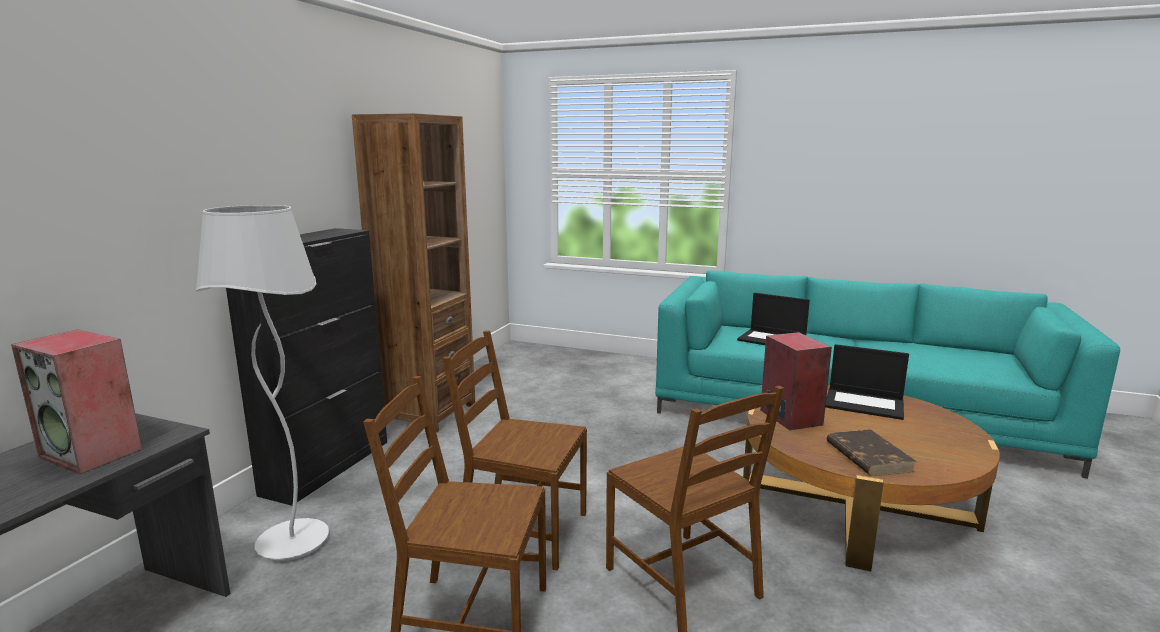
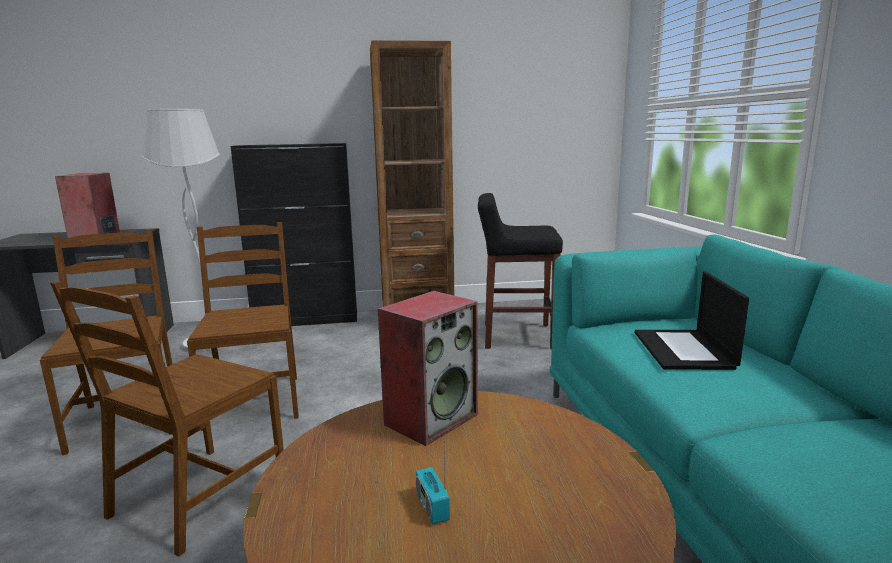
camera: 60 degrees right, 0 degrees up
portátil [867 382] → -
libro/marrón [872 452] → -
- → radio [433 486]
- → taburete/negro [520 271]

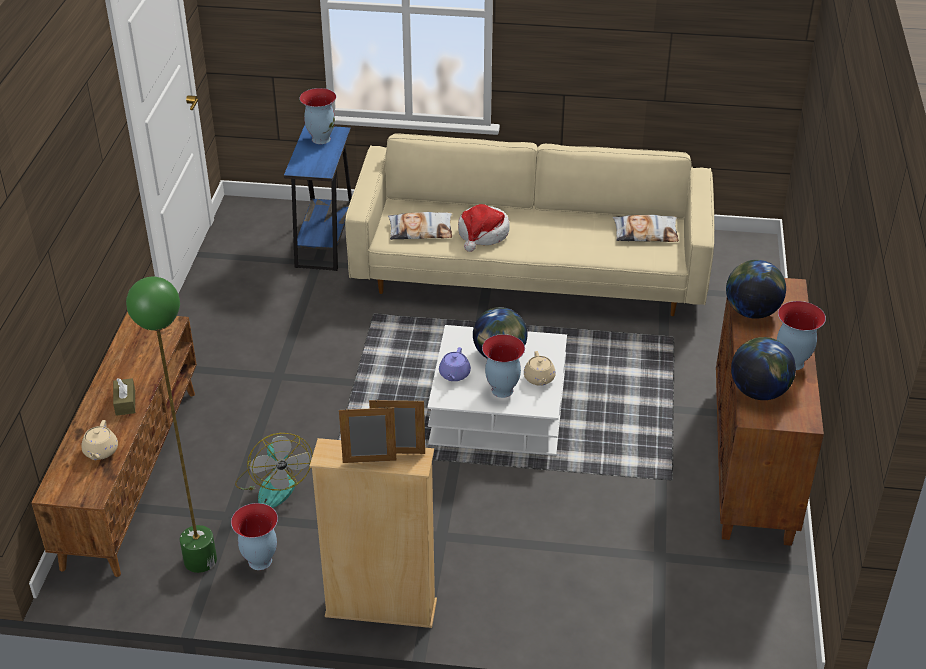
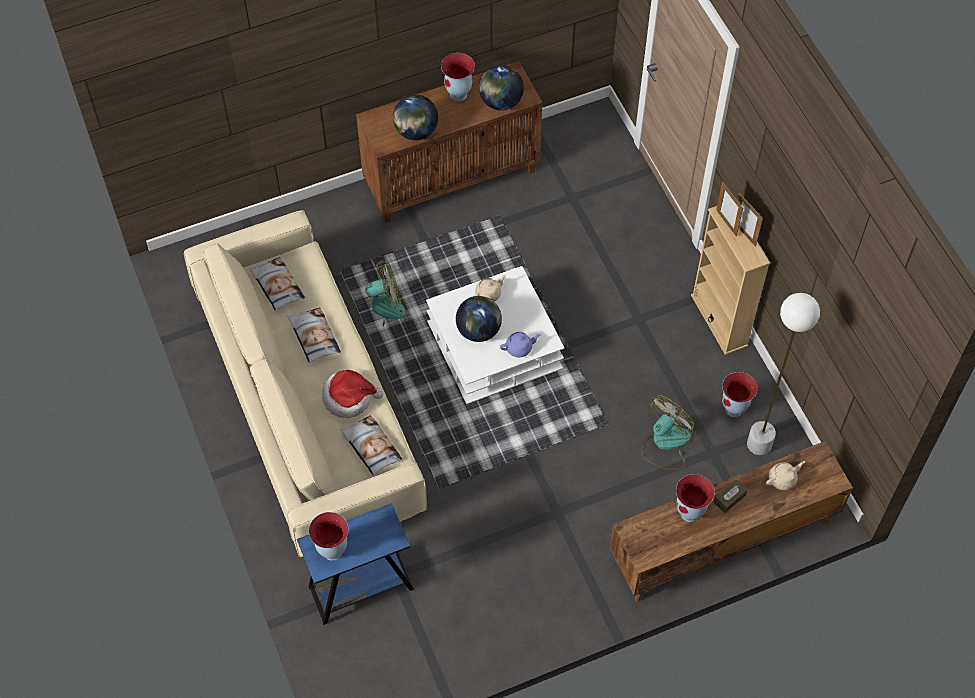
camera: 120 degrees left, 20 degrees up
lámpara de pie/verde [171 425] → lámpara de pie/blanco [783 374]
florero [503 366] → florero [695 498], move
- → cojín [314 335]
- → ventilador [380 295]

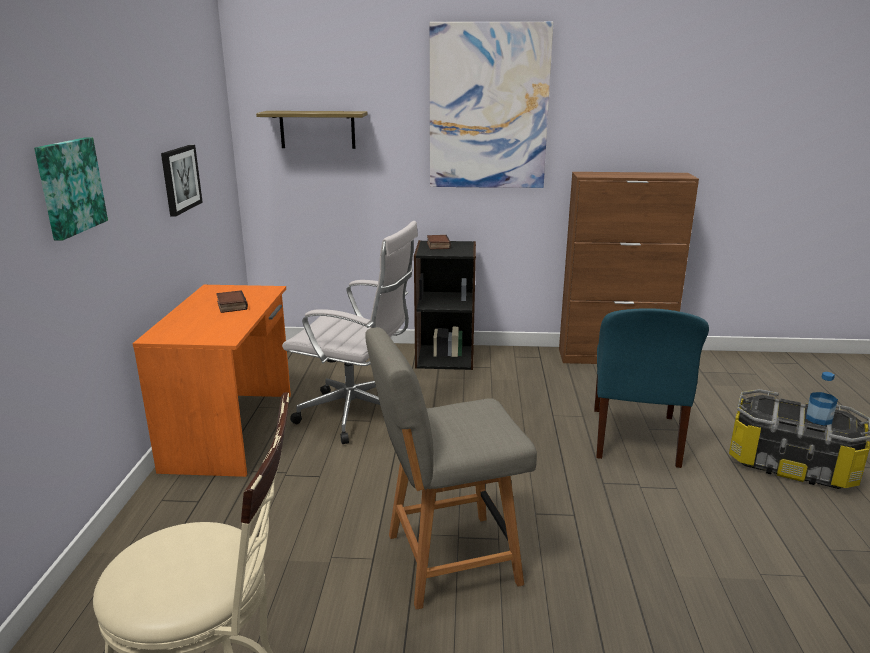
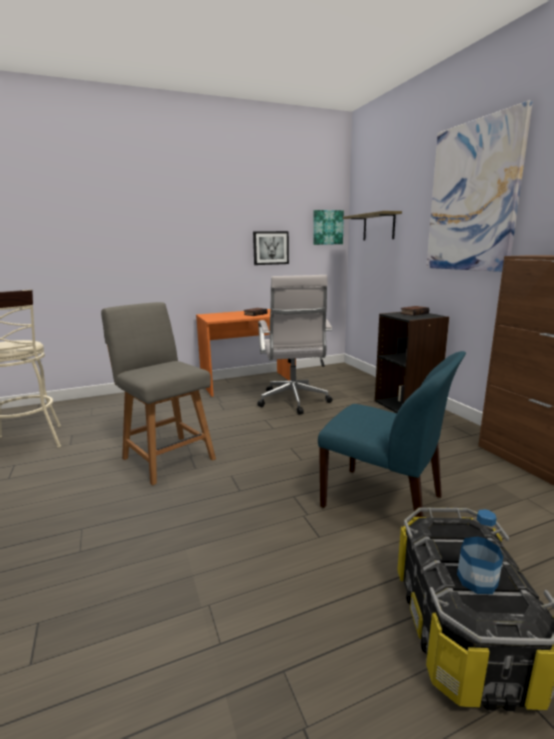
camera: 65 degrees right, 5 degrees down
cuadro [71 189] → cuadro [328 227], move
silla/azul [651 388] → silla/azul [392 434], 135 degrees counterclockwise

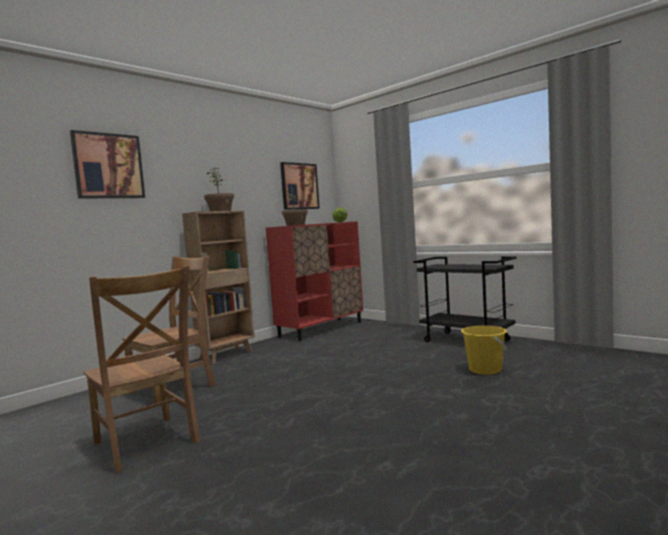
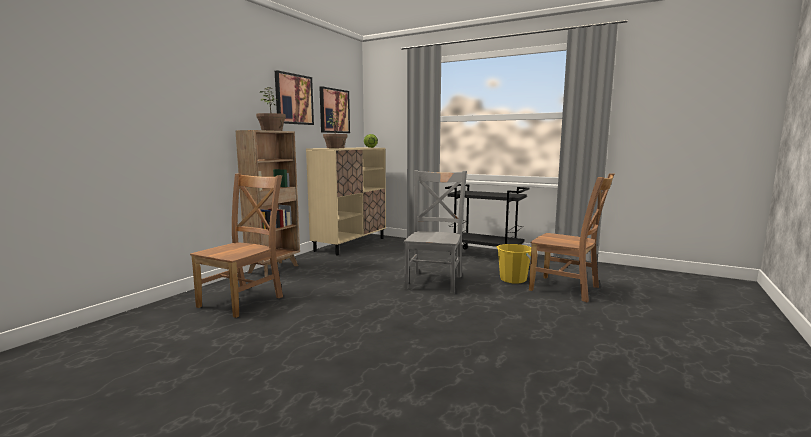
camera: 15 degrees left, 5 degrees up
cuadro [107 164] → cuadro [294 97], move
silla/marrón [142 369] → silla/marrón [571 237], move
armario/rojo [314 281] → armario/beis [346 202]
- → silla/gris [435 231]

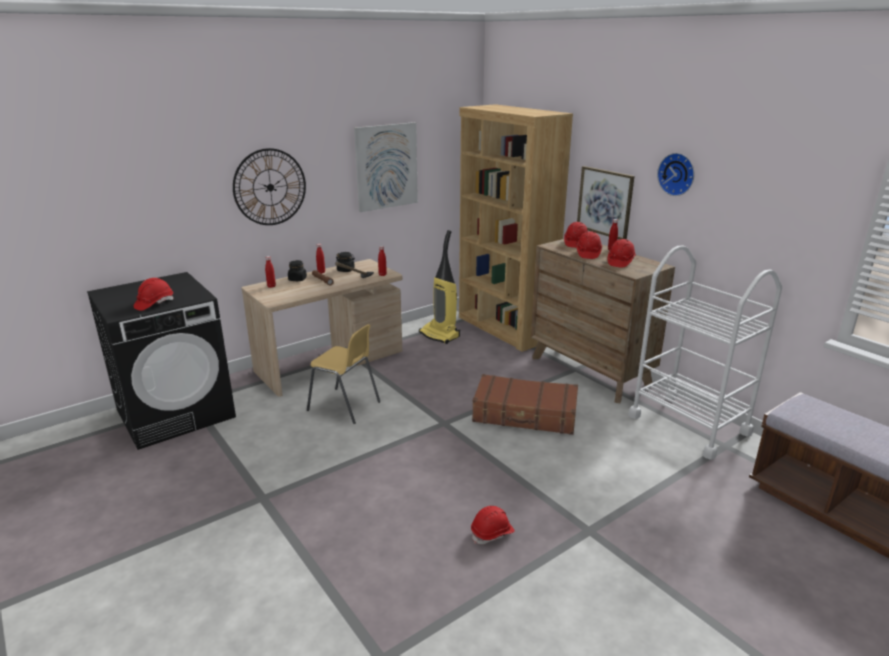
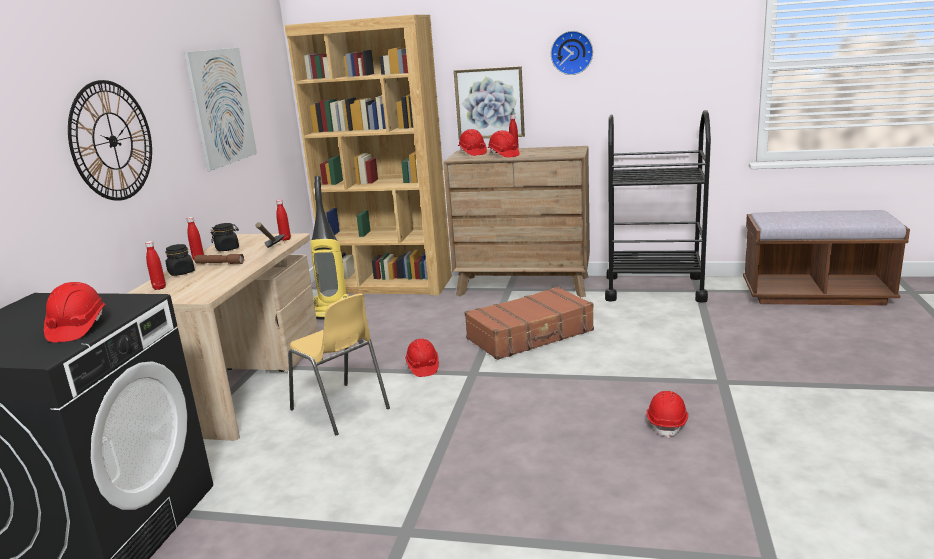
camera: 40 degrees left, 5 degrees down
silla/amarillo [343 374] → silla/amarillo [339 364], 60 degrees clockwise
casco/rojo [622 253] → casco/rojo [422 358], move
carrito/blanco [705 353] → carrito/negro [658 206]

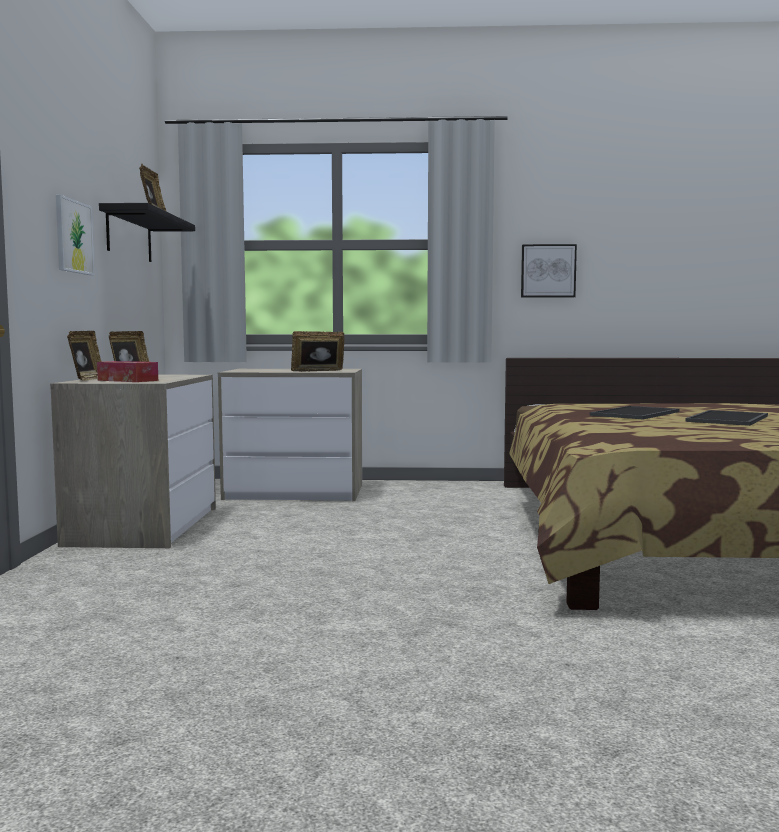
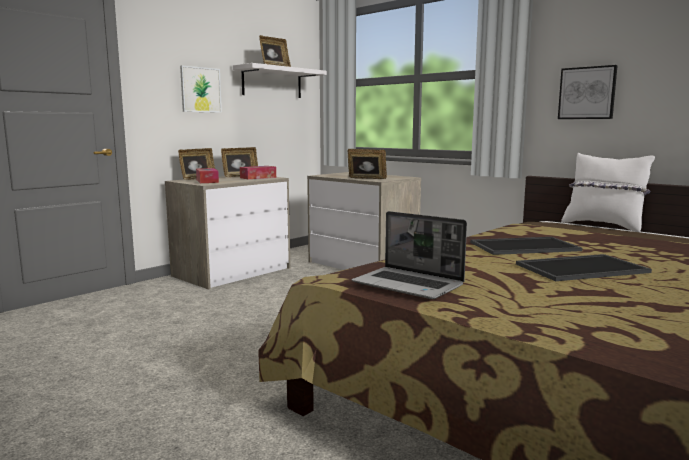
camera: 40 degrees right, 5 degrees up
estante/negro [147 232] → estante/blanco [280 80]
- → caja de pañuelos [258 172]
- → portátil [409 255]
- → cojín/blanco [608 192]

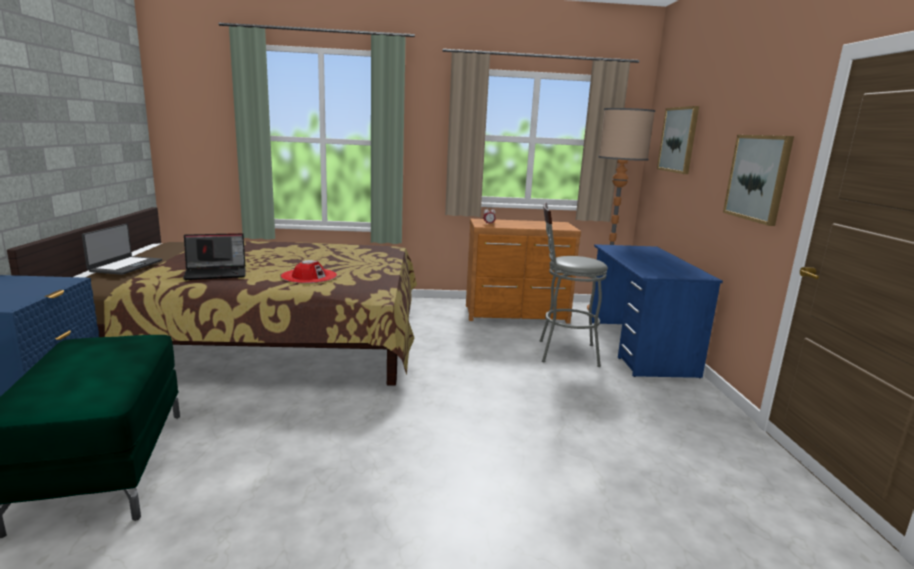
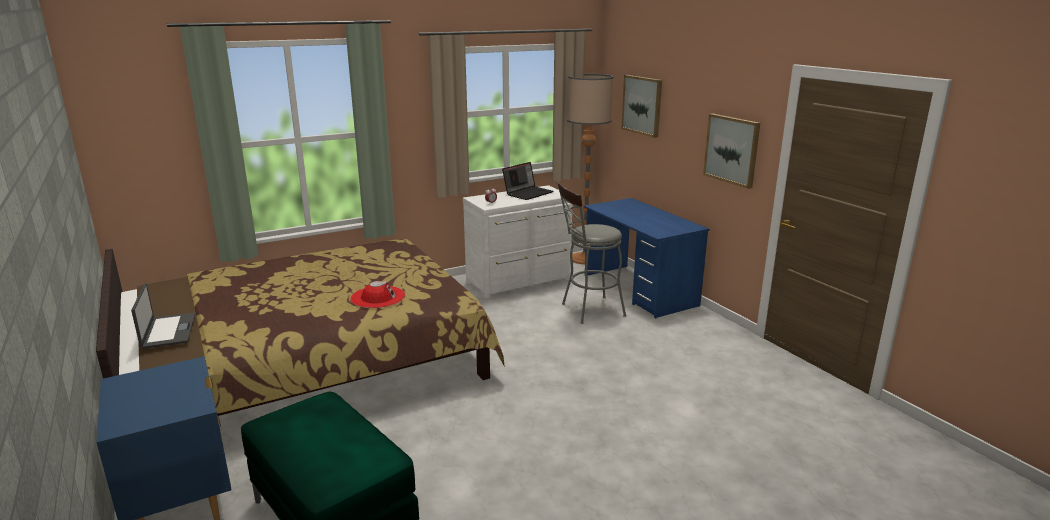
camera: 25 degrees left, 5 degrees up
portátil [214 256] → portátil [527 181], move
cómoda/marrón [523 271] → cómoda/blanco [517 241]

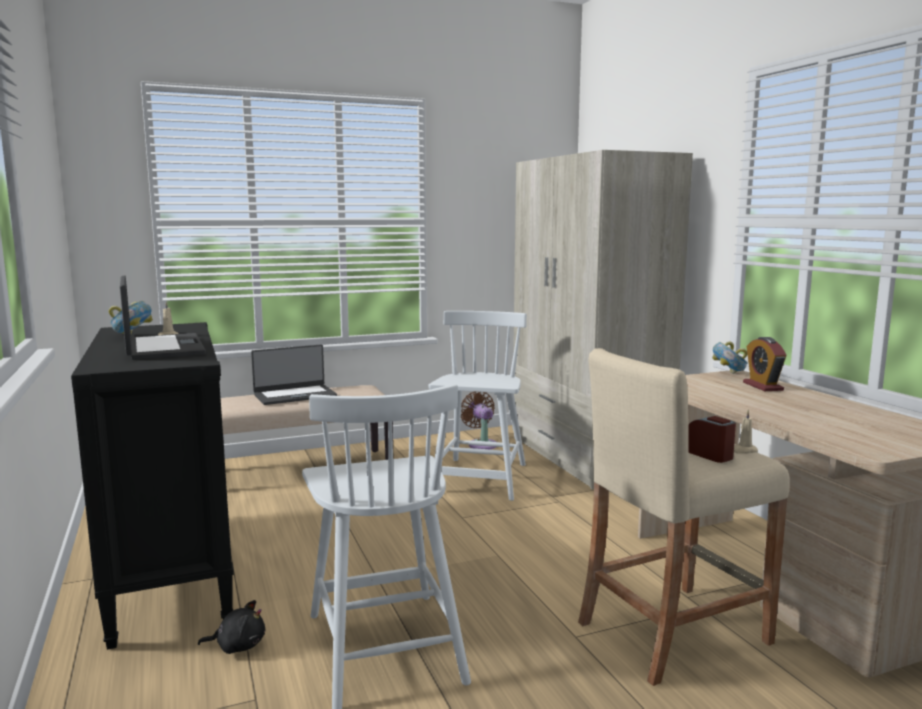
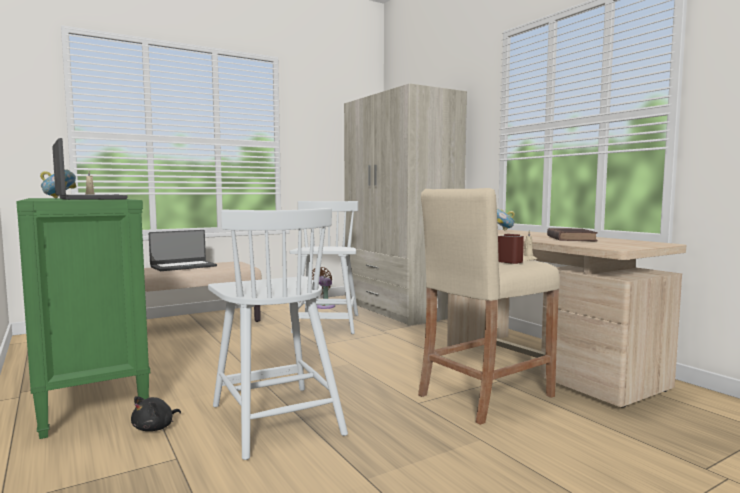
camera: 10 degrees left, 5 degrees down
cómoda/negro [152 486] → cómoda/verde [83 318]
peluche/negro [231 627] → peluche/negro [156 413], 135 degrees clockwise
despertador [765 364] → -
- → libro/marrón [572 234]

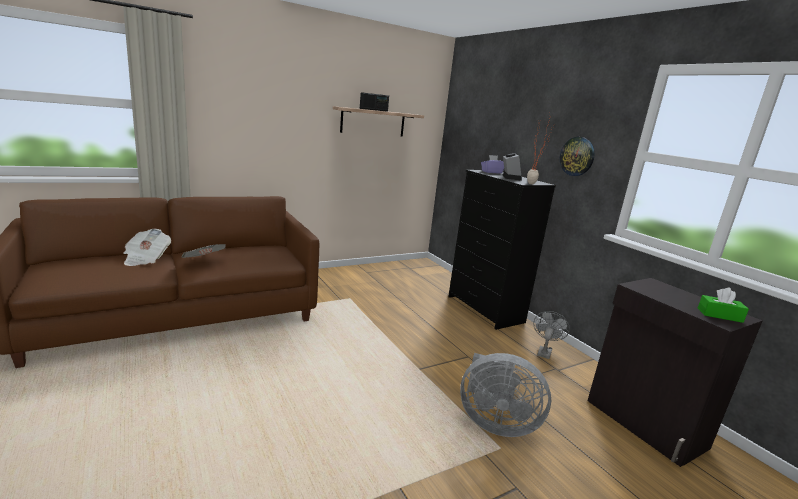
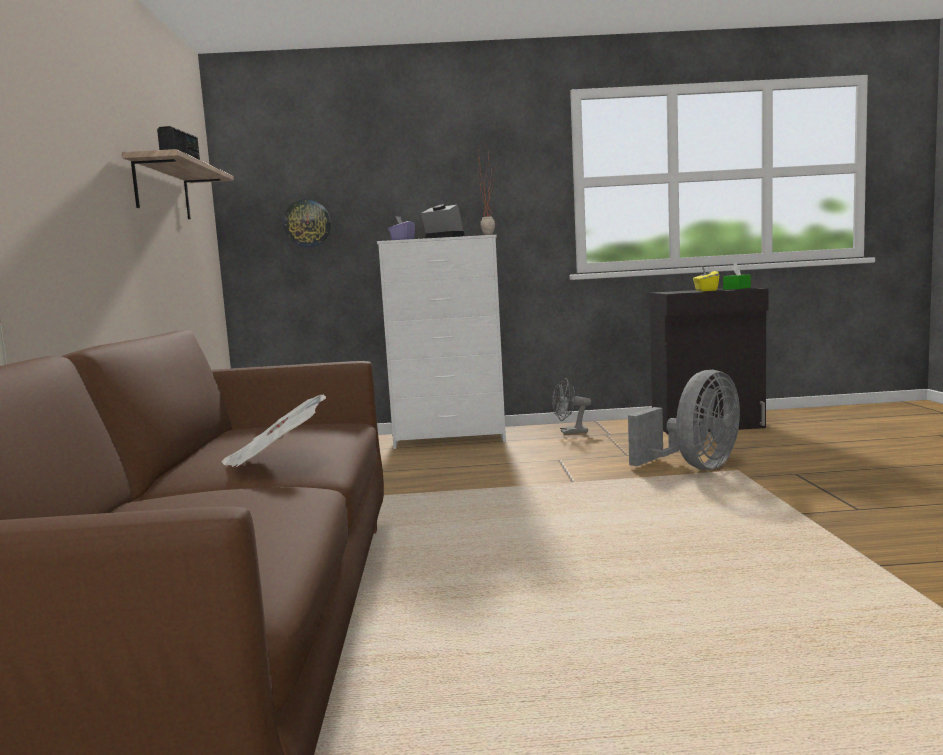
camera: 60 degrees left, 10 degrees down
periódico [147 247] → -
cómoda/negro [502 250] → cómoda/blanco [441 342]
ventilador/gris [551 335] → ventilador/gris [571 406], 60 degrees counterclockwise
reloj de pared [577 156] → reloj de pared [307 223], move
- → caja de pañuelos/amarillo [706 278]

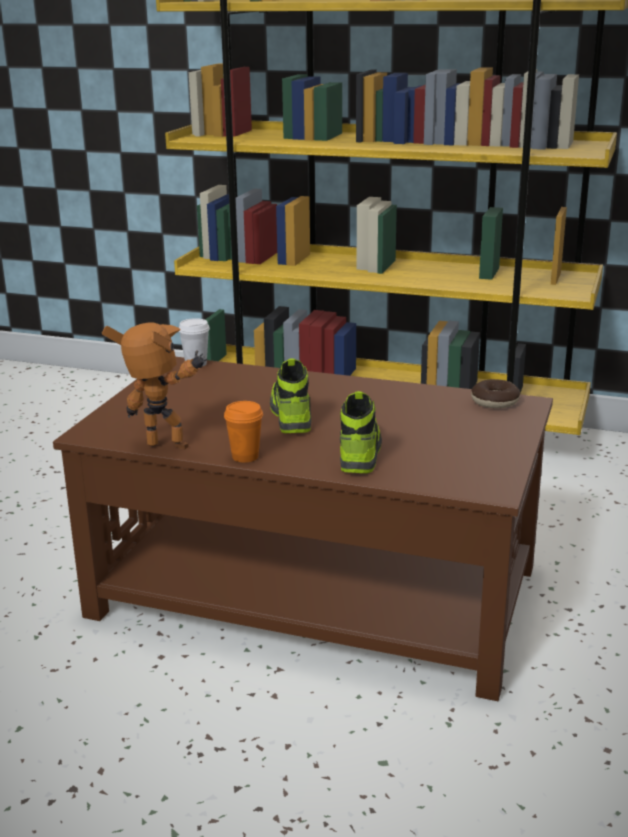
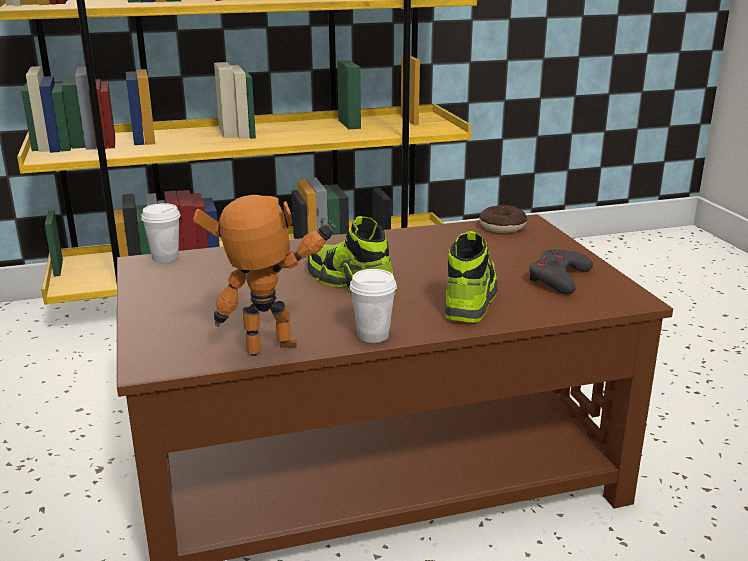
camera: 35 degrees left, 0 degrees up
taza/naranja [243 432] → taza/blanco [373 306]
zapato [361 432] → zapato [471 277], 45 degrees clockwise
- → mando de consola/gris [561 271]

